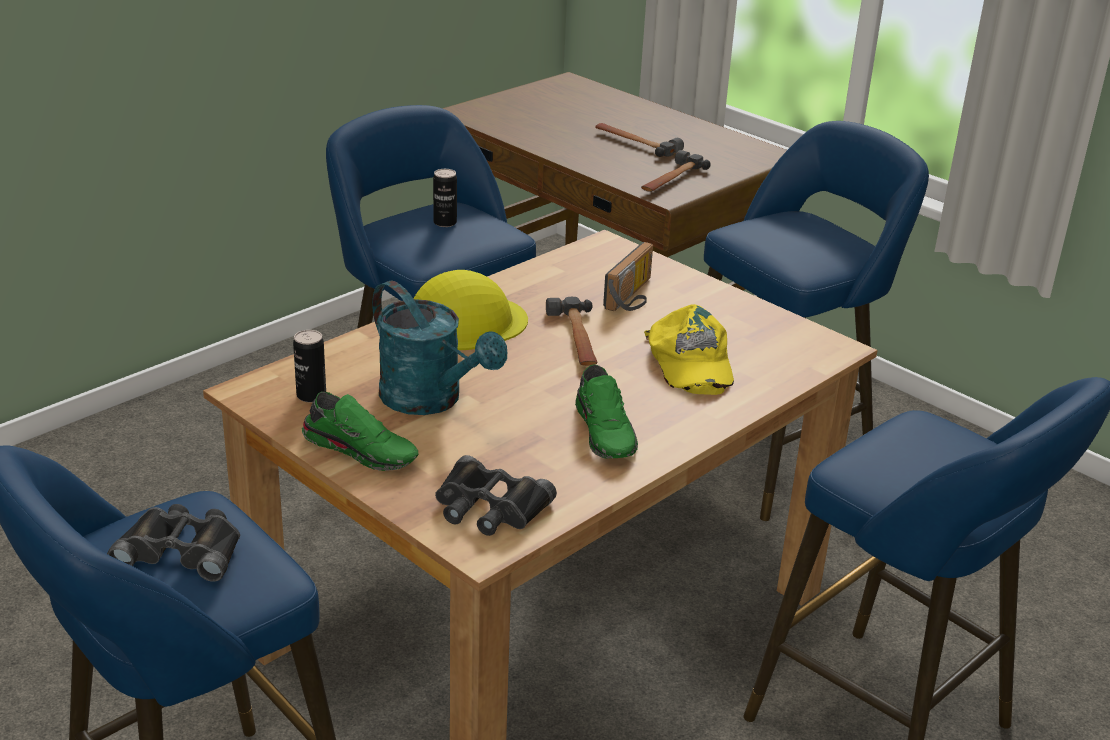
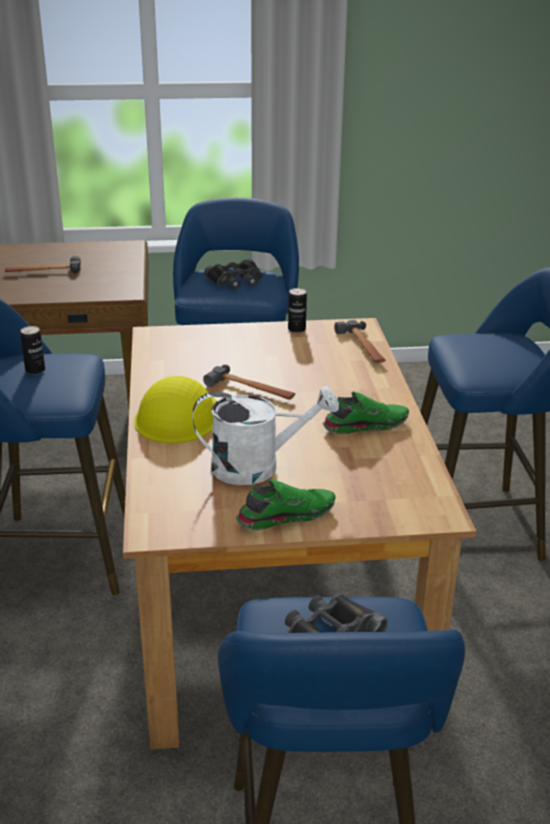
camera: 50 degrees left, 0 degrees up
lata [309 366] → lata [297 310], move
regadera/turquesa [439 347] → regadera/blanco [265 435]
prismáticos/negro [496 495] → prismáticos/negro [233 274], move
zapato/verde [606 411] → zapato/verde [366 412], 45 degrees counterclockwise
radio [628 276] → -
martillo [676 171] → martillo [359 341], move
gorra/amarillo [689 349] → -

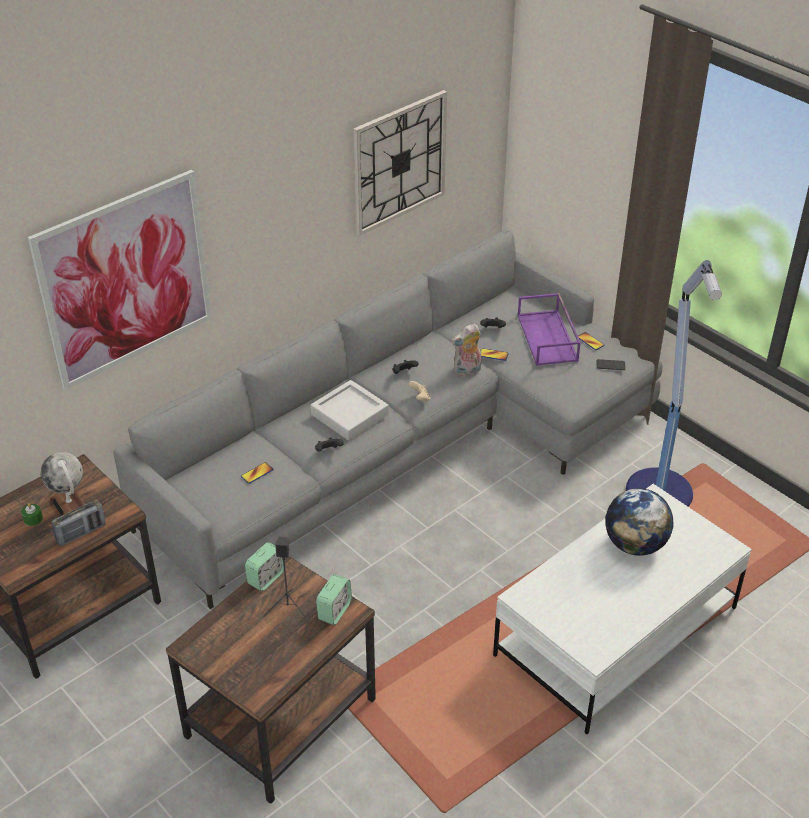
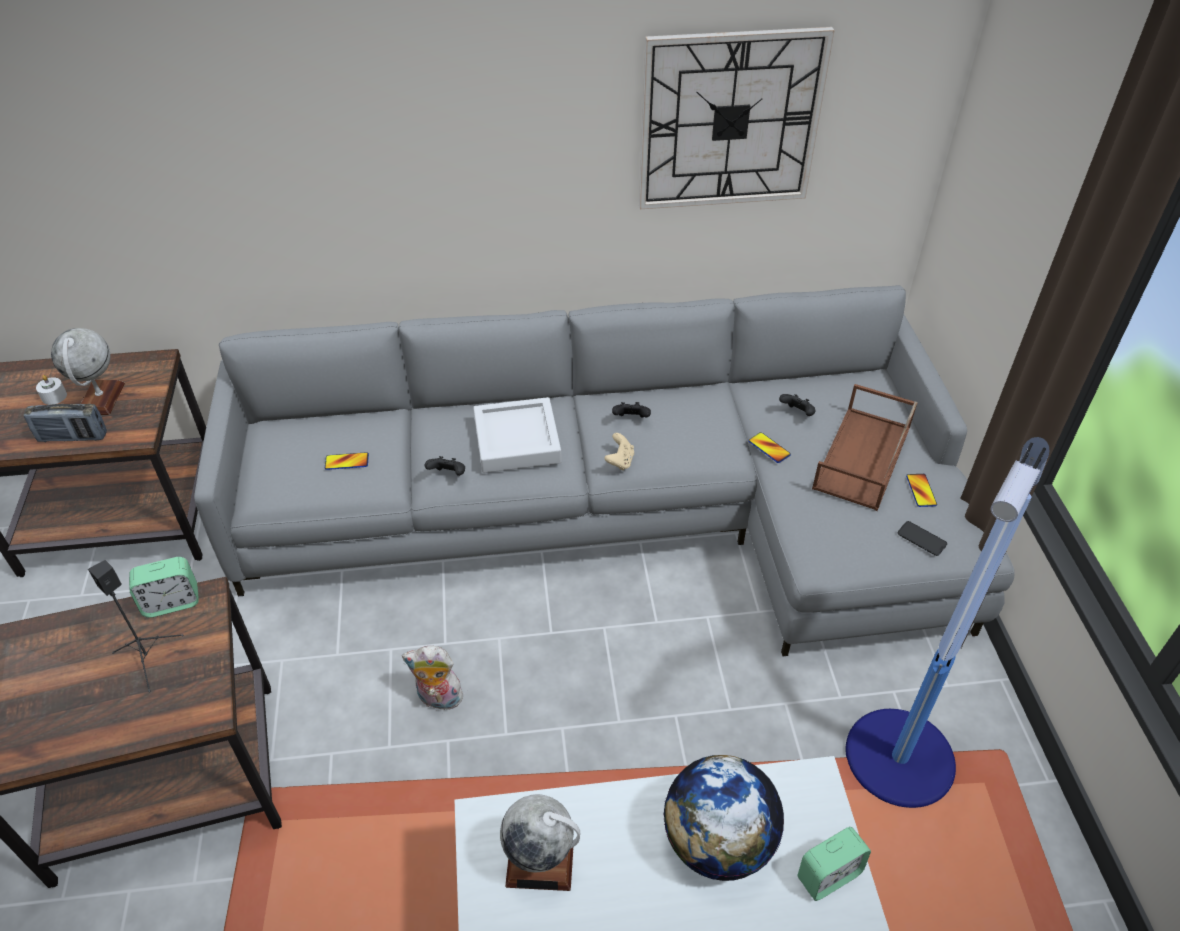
camera: 35 degrees right, 5 degrees up
vela/verde [32 514] → vela/blanco [51 390]
cuadro [120 280] → -
despertador [334 599] → despertador [834 864], move
peluche [466 349] → peluche [432 678], move
bandeja/morado [549 329] → bandeja/marrón [865 447]
- → globo terráqueo [540 842]

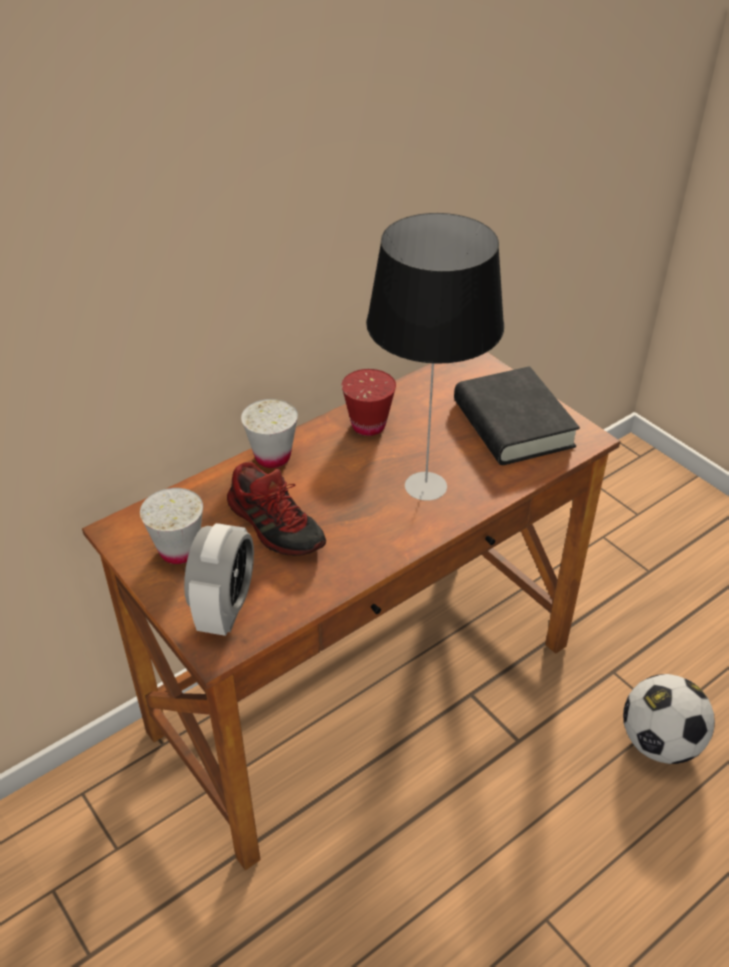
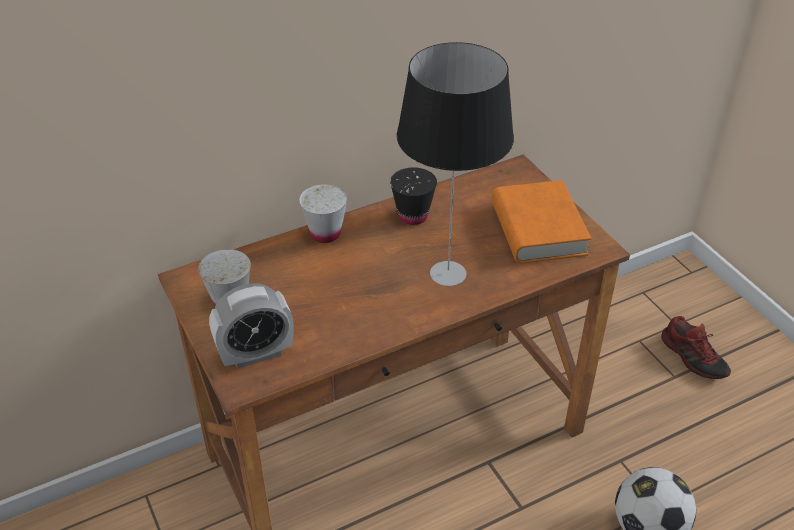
camera: 10 degrees right, 0 degrees up
despertador [219 579] → despertador [251 326], 45 degrees clockwise
zapato [276 509] → zapato [696 347], move
taza/rojo [369 402] → taza/negro [413 196]
libro/negro [517 415] → libro/naranja [541 222]

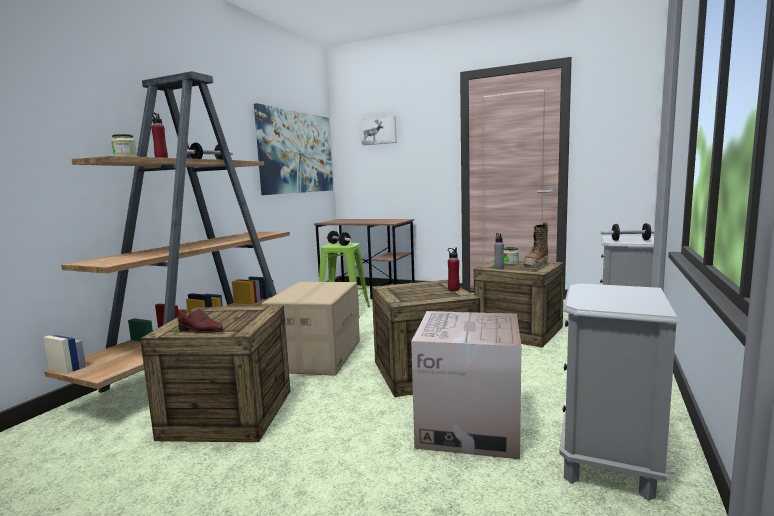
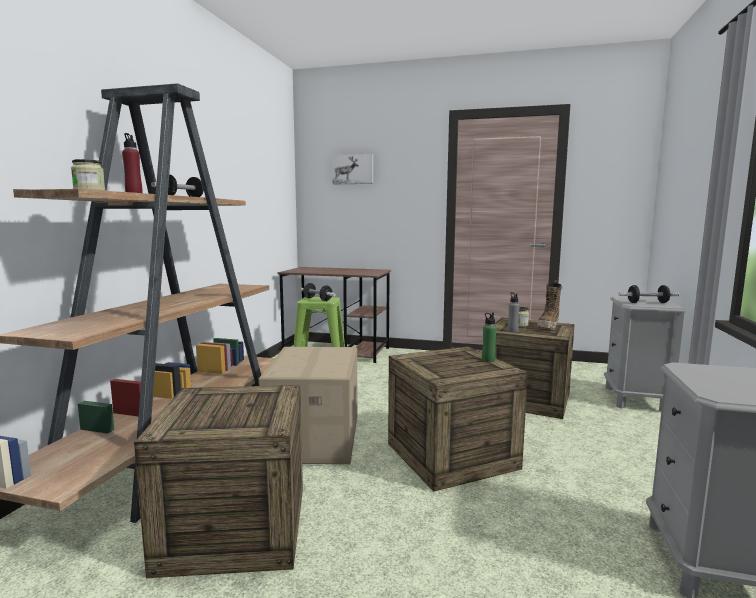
camera: 10 degrees left, 0 degrees up
zapato/marrón [200 321] → -
cuadro [293 149] → -
caja de cartón [466 385] → -
botella/rojo [454 269] → botella/verde [489 337]

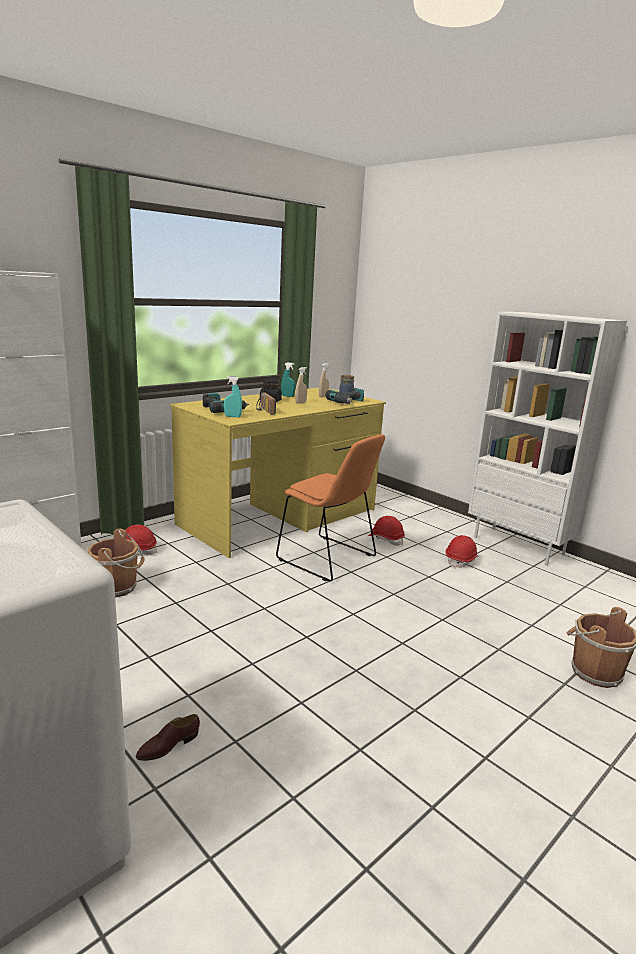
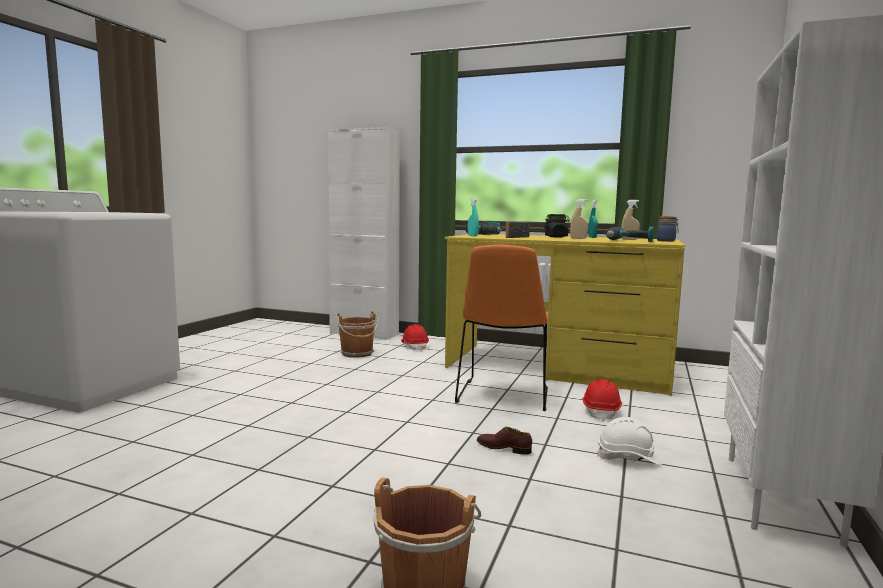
camera: 65 degrees right, 10 degrees down
zapato/marrón [168 737] → zapato/marrón [504 441], move
casco/rojo [462 552] → casco/blanco [629 441]

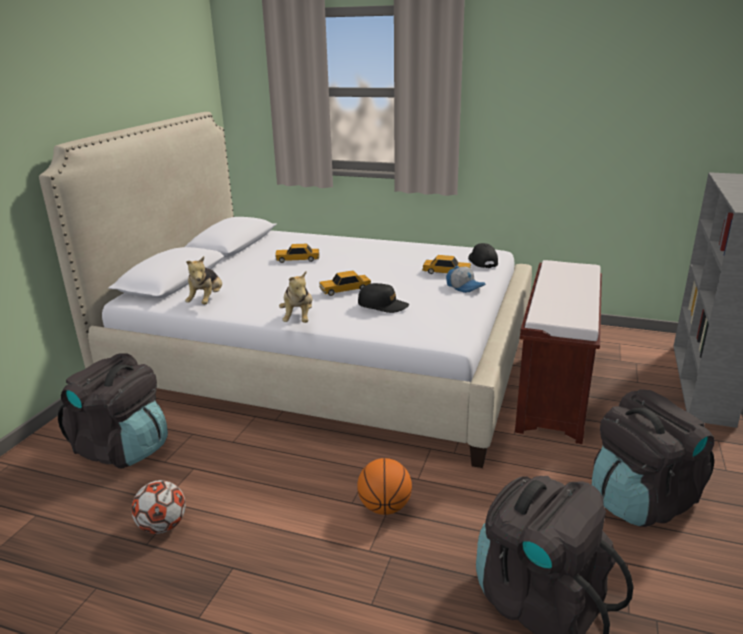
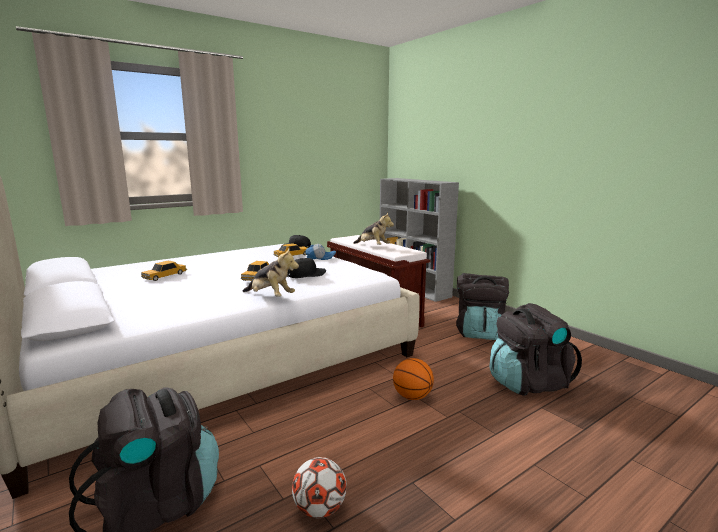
camera: 55 degrees left, 10 degrees down
peluche [203 280] → peluche [374 228], move

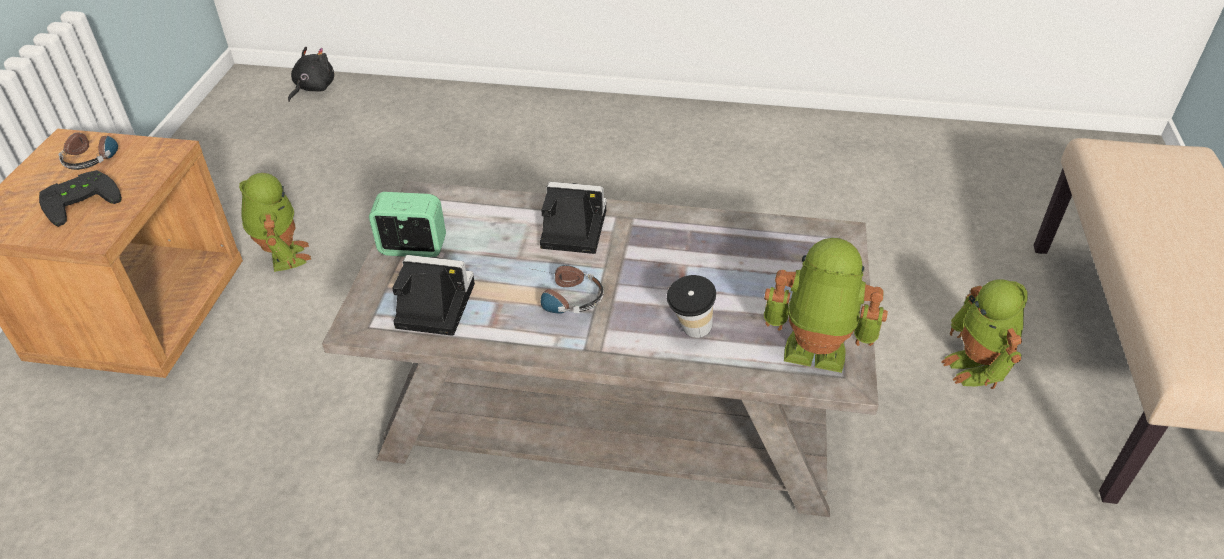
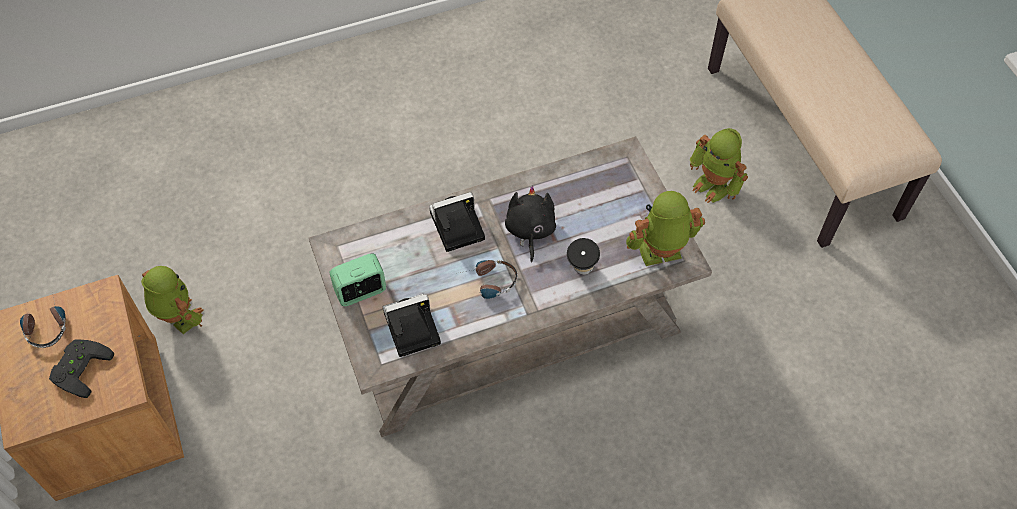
camera: 30 degrees left, 15 degrees up
peluche/negro [311 74] → peluche/negro [530 224], move

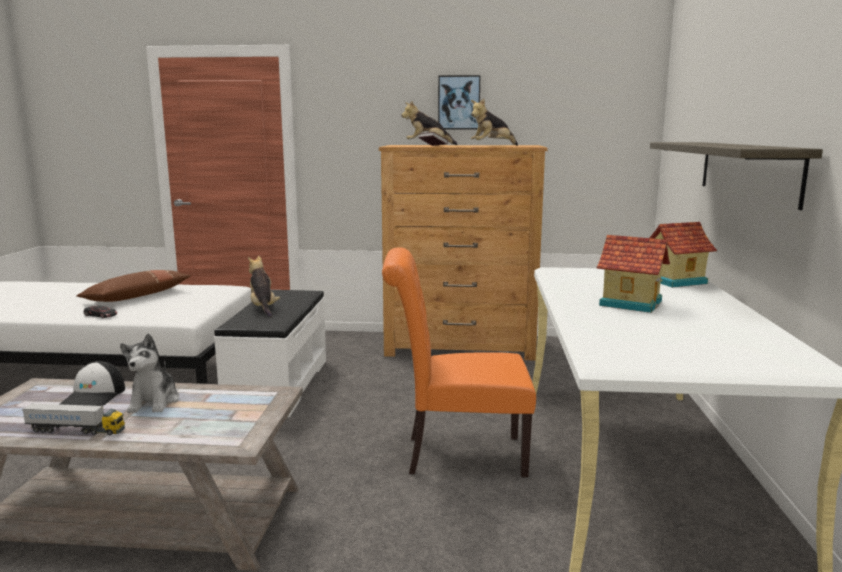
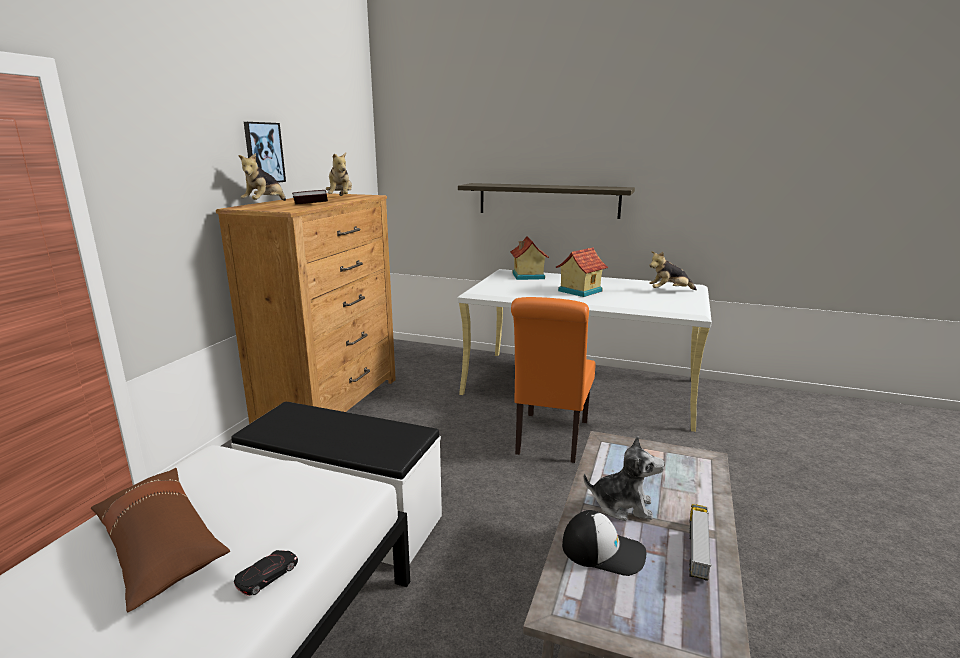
camera: 75 degrees left, 5 degrees up
peluche [264 286] → peluche [673 270], move

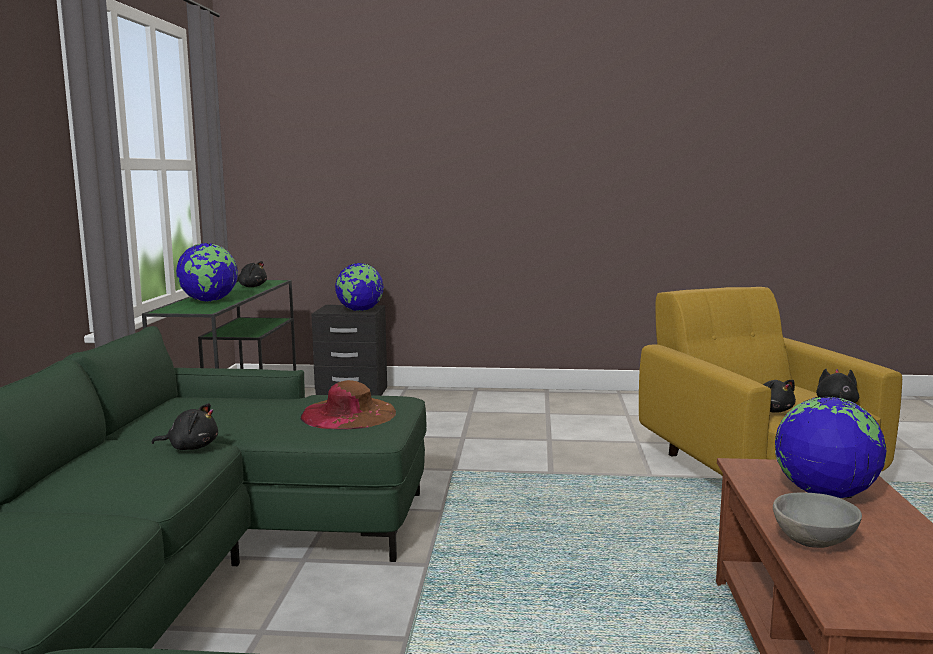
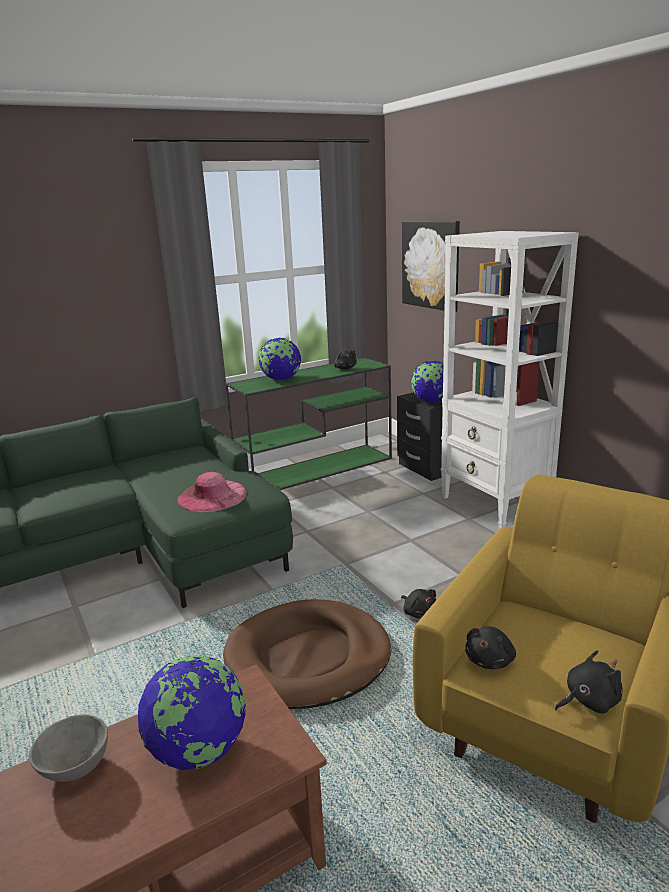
camera: 55 degrees right, 10 degrees up
peluche/negro [185 426] → peluche/negro [418 604], move
sombrero/marrón [348 405] → sombrero/rosa [212 492]
- → cama para perro/marrón [307 654]
- → cuadro [431 266]
- → estantería/blanco [510 379]

